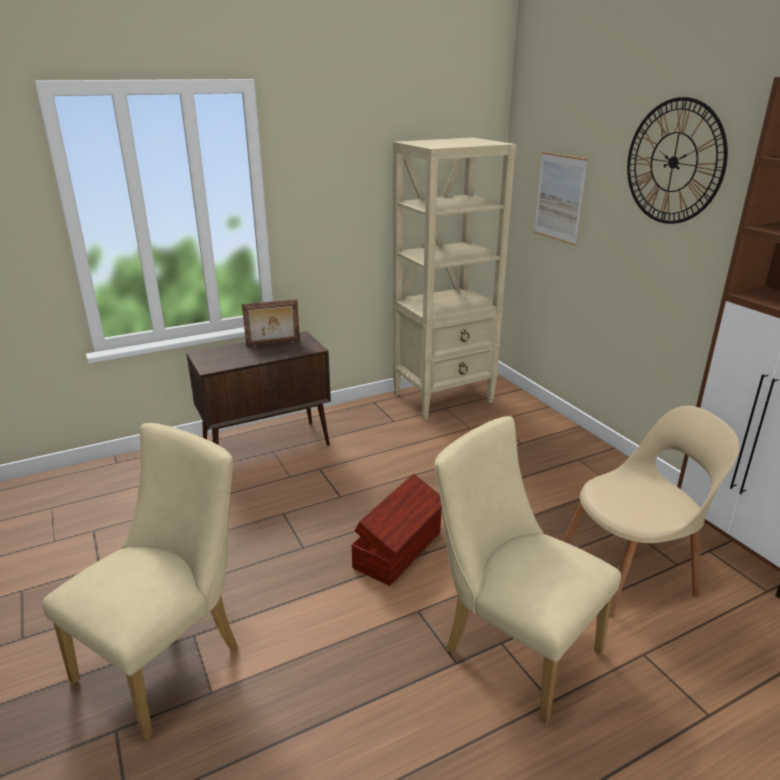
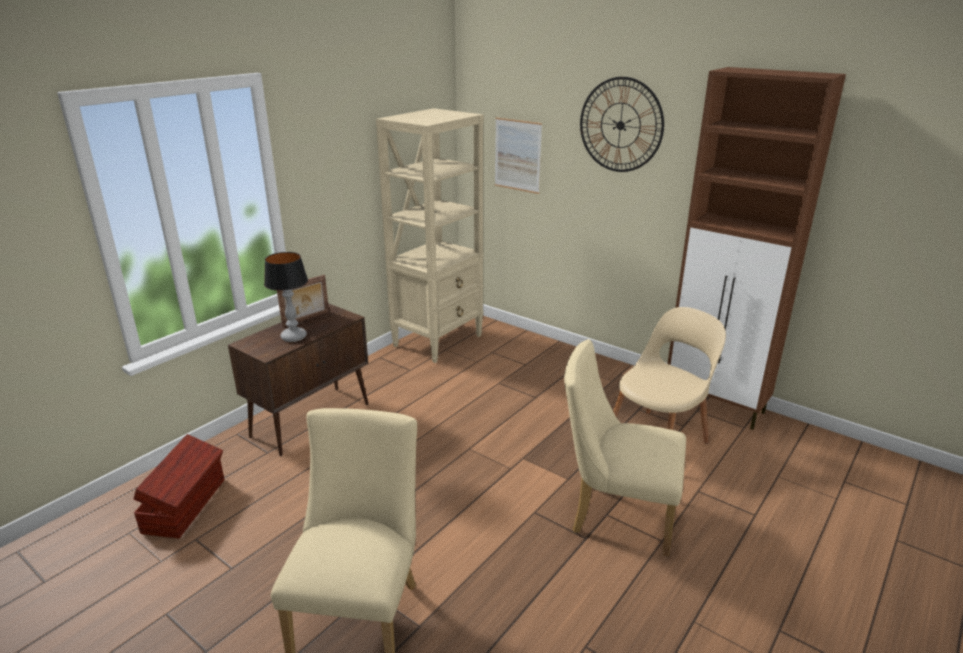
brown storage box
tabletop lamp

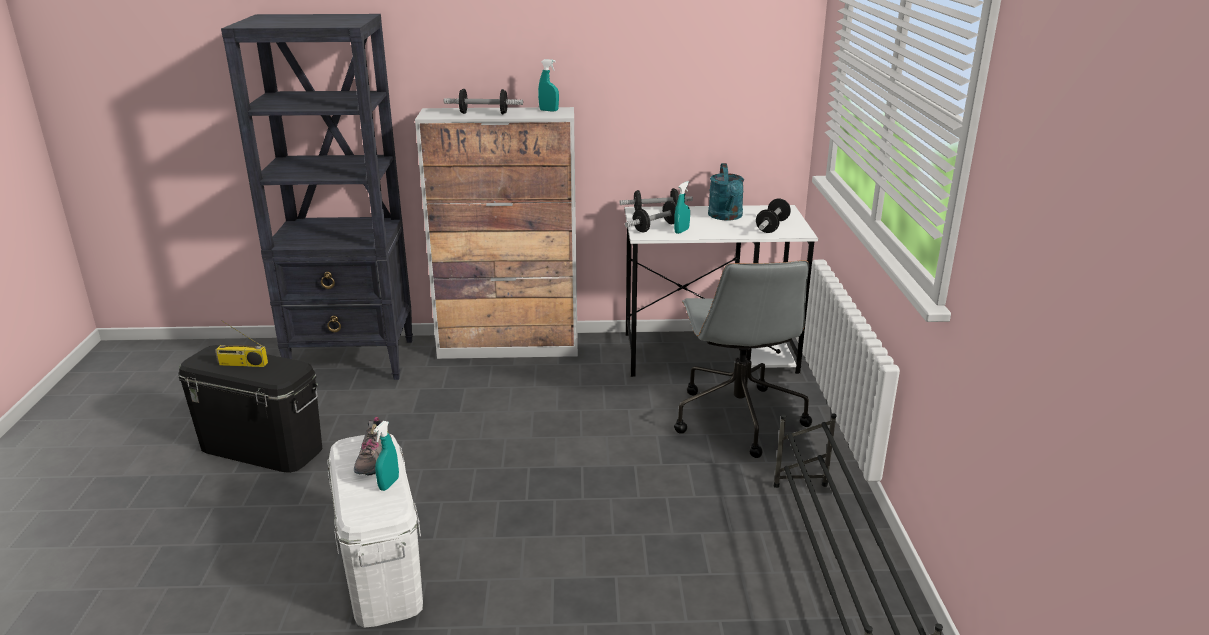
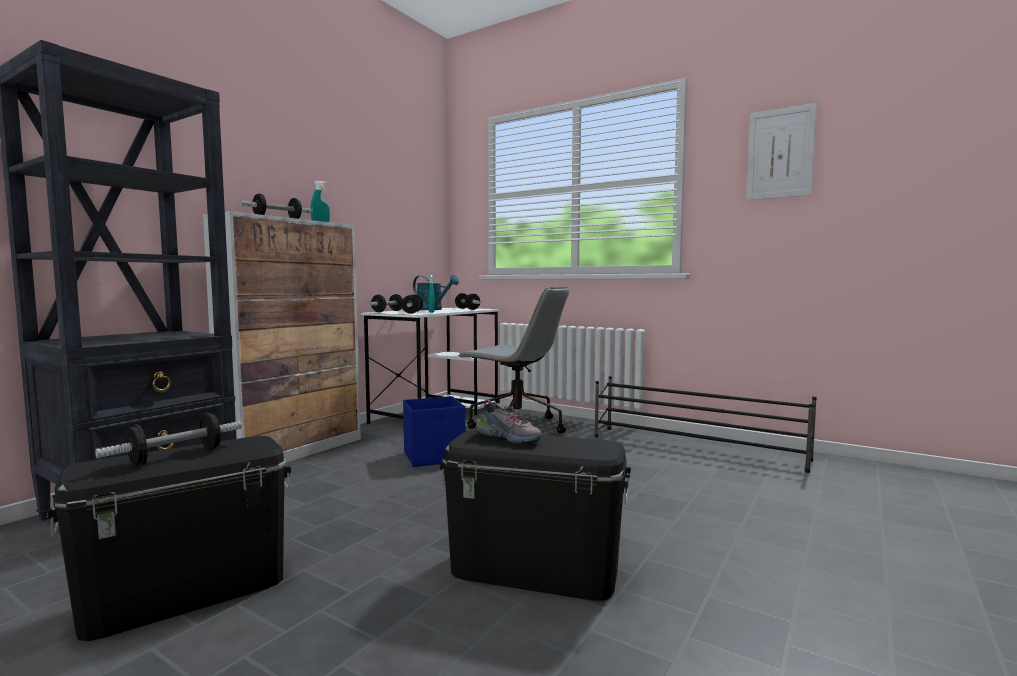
dumbbell (no. 1 from left)
black-coloured storage box (no. 2 from left)
turquoise-coloured spray bottle (no. 1 from left in the first image)
blue storage box
wall picture

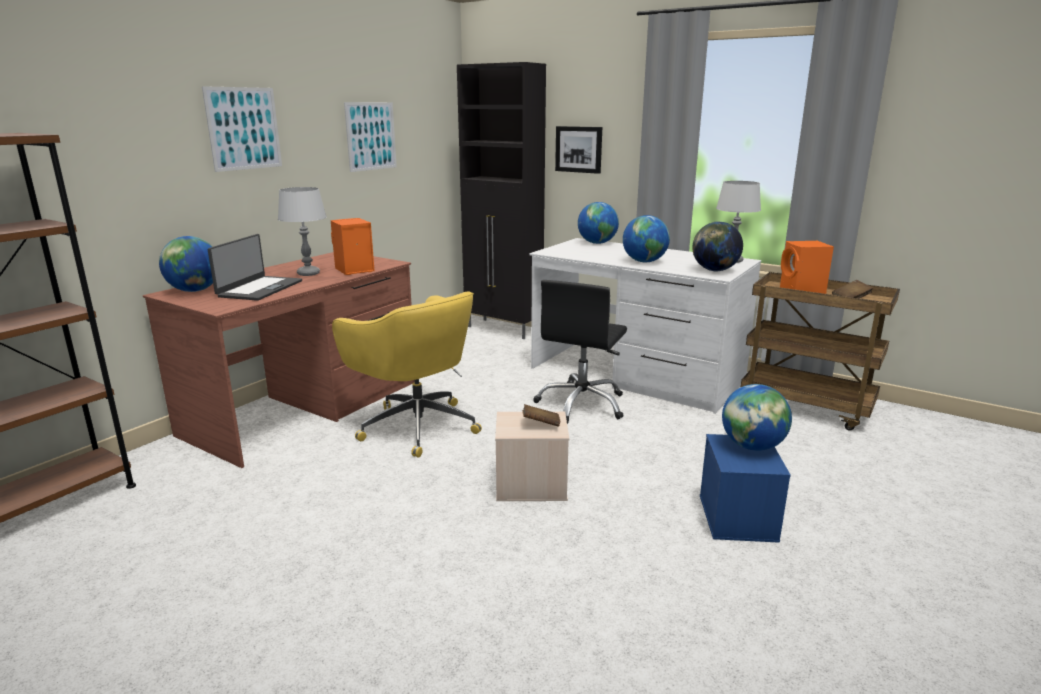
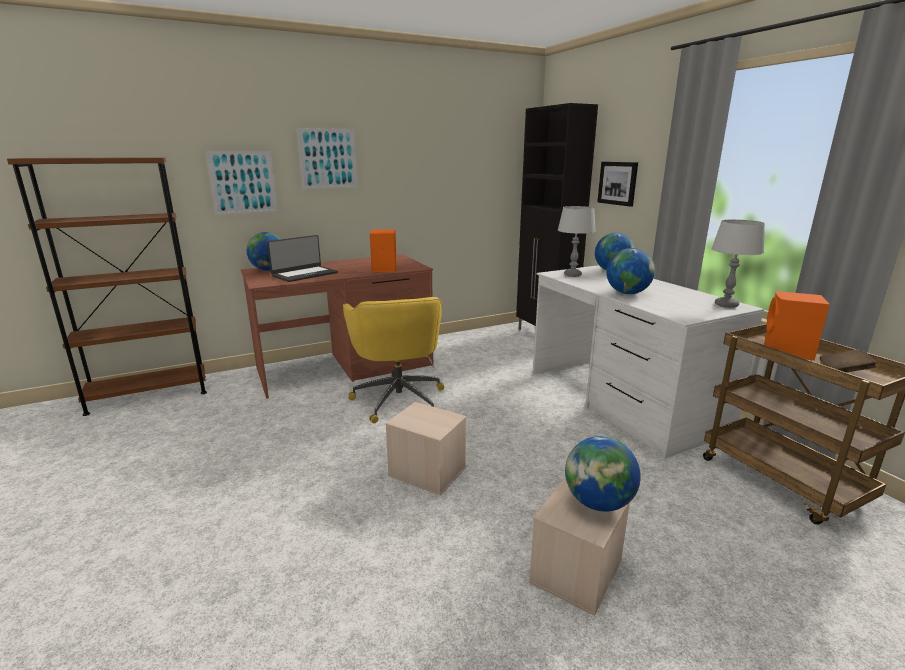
gray tabletop lamp (no. 1 from left)
wall picture (no. 1 from left)
brown volume (no. 1 from left in the first image)
black-coloured desk chair
world globe (no. 4 from left in the first image)
beige-coloured storage box (no. 2 from left)

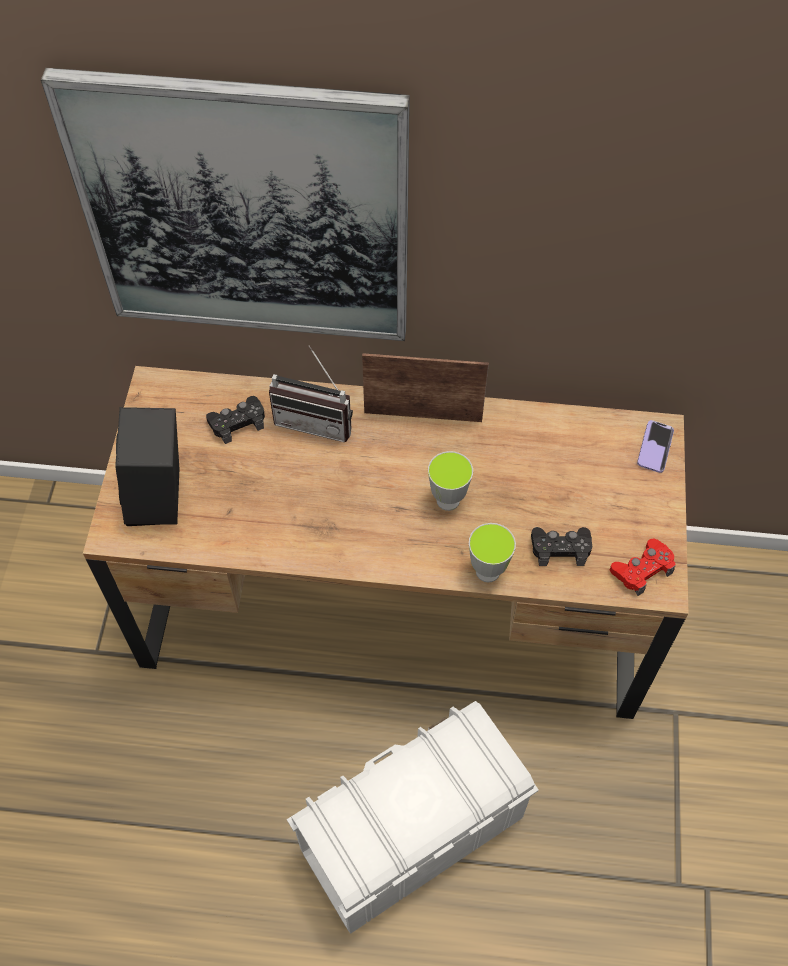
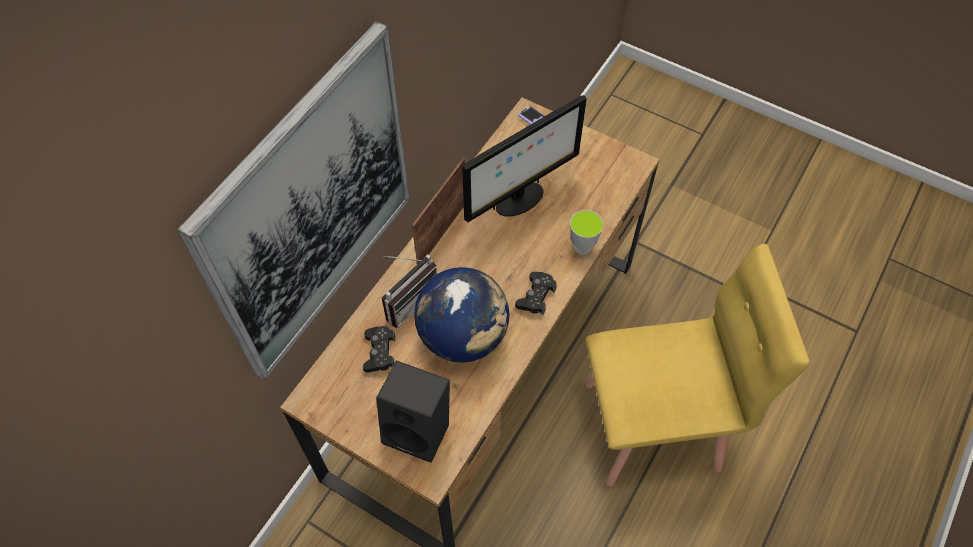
yellow-coloured upright chair
drinking cup (no. 1 from left in the first image)
black-coloured gamepad (no. 2 from left)
reddish gamepad
world globe
computer display

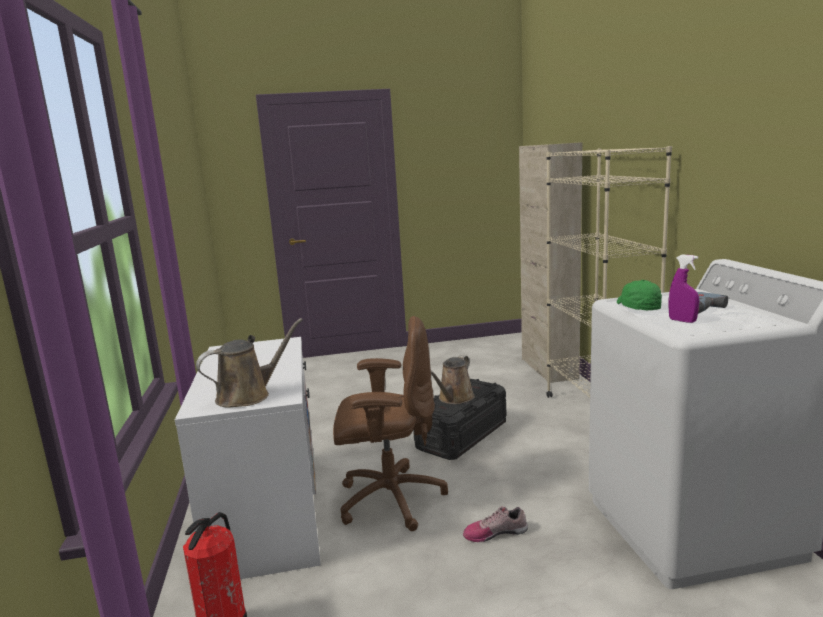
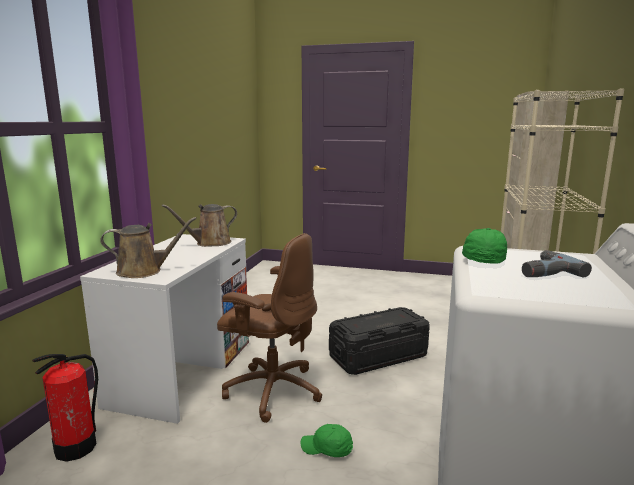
brown watering can (no. 2 from left)
greenish baseball cap (no. 1 from left)
purplish spray bottle

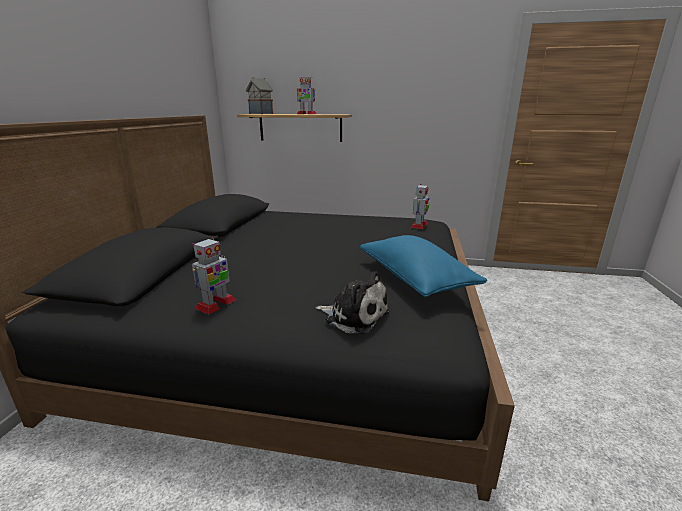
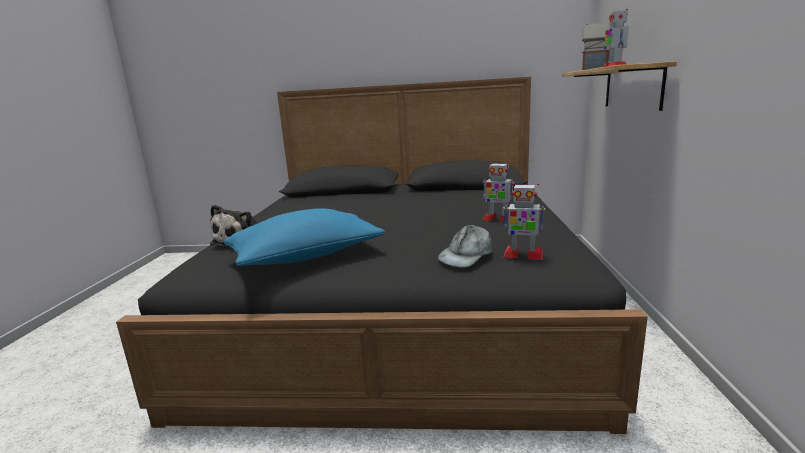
robot figure (no. 1 from left)
gray baseball cap

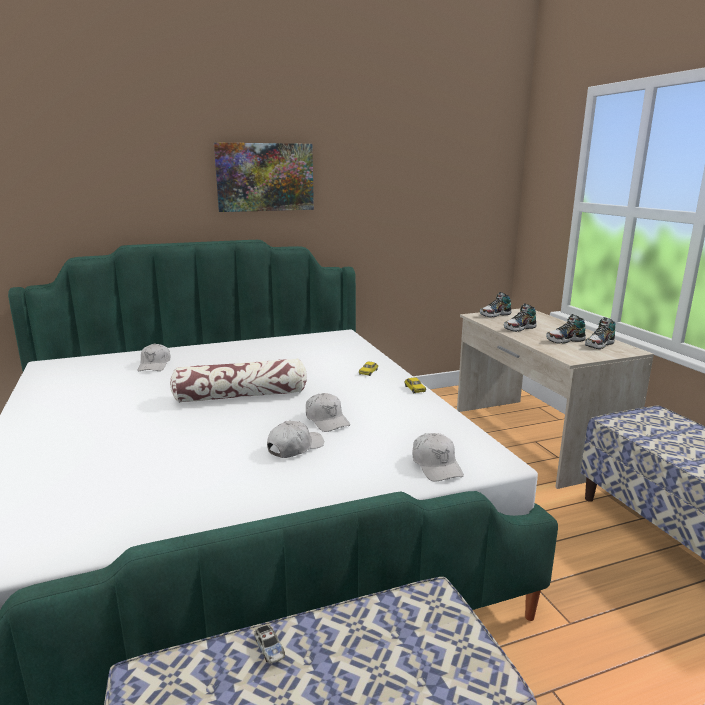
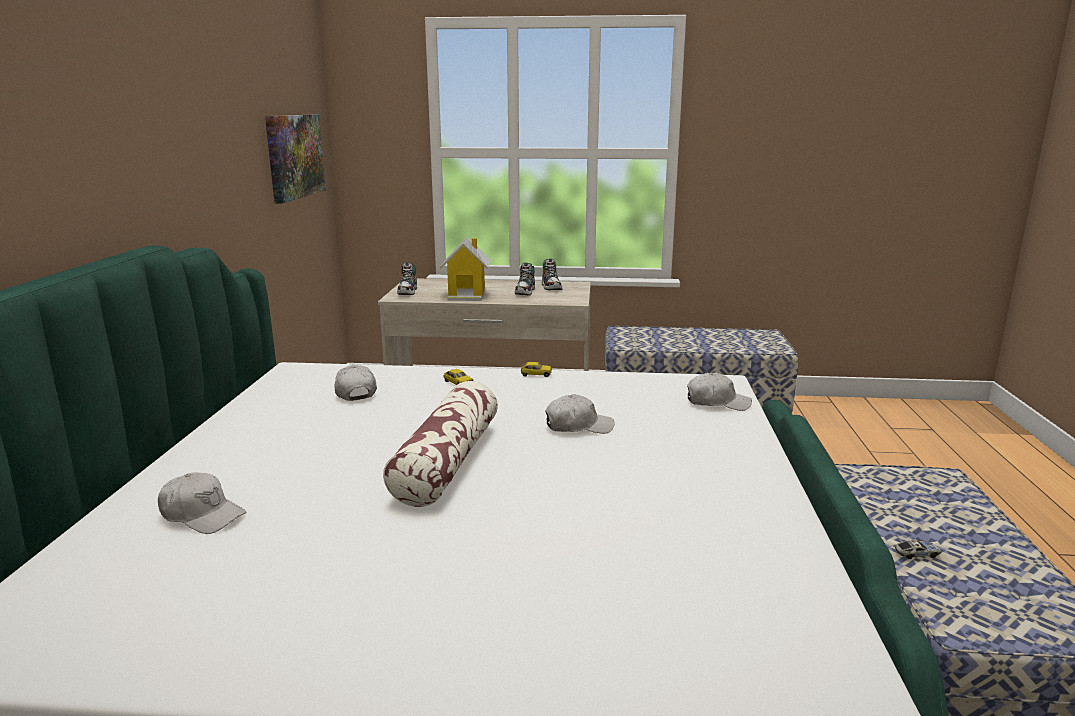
wall picture
whitish baseball cap (no. 2 from left)
toy house

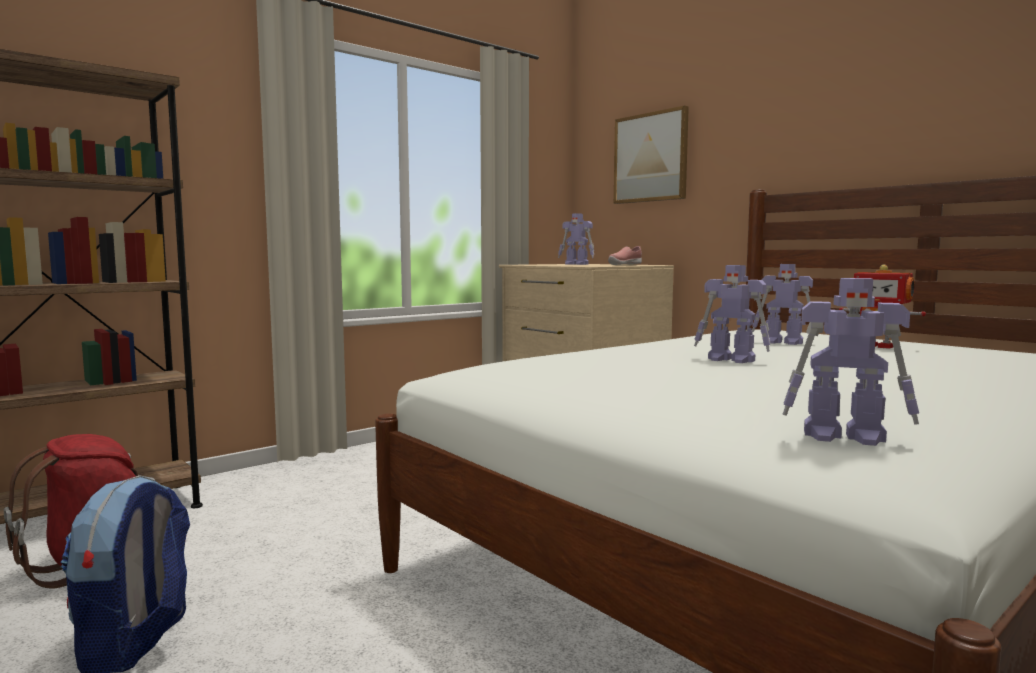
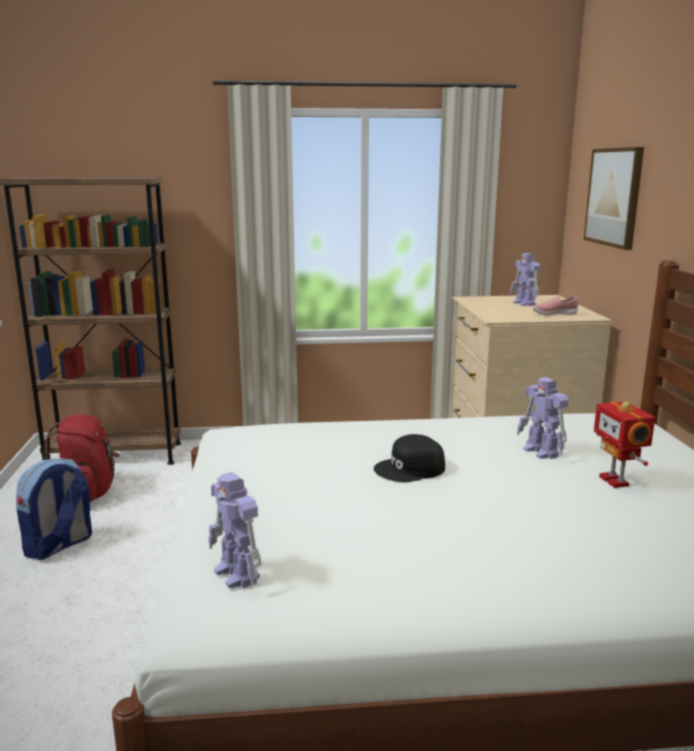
black-coloured baseball cap

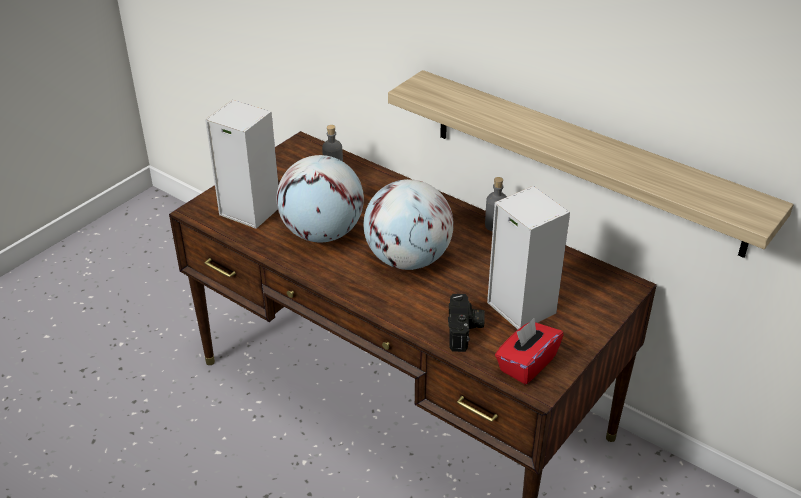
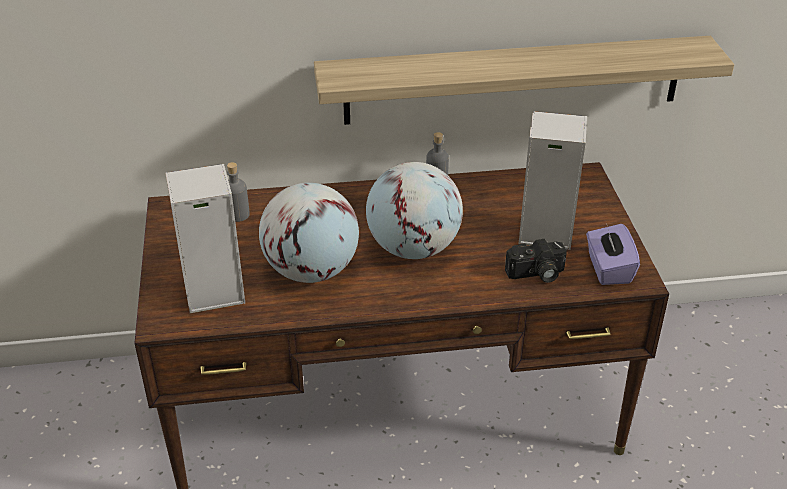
still camera
purplish box of tissues

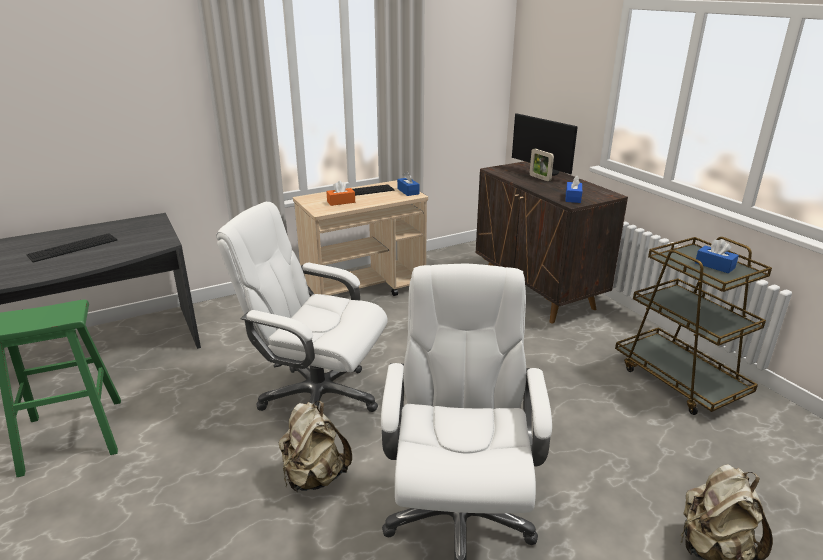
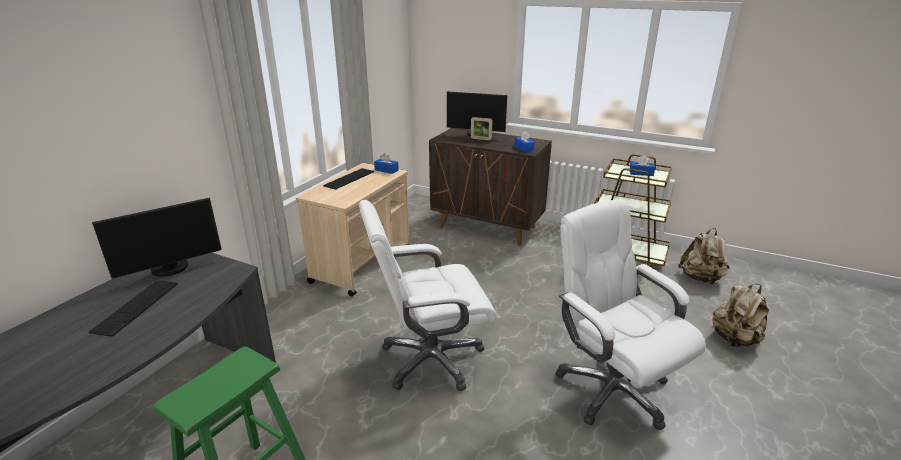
beige-coloured rucksack (no. 1 from left)
orangey box of tissues
computer display (no. 1 from left)

